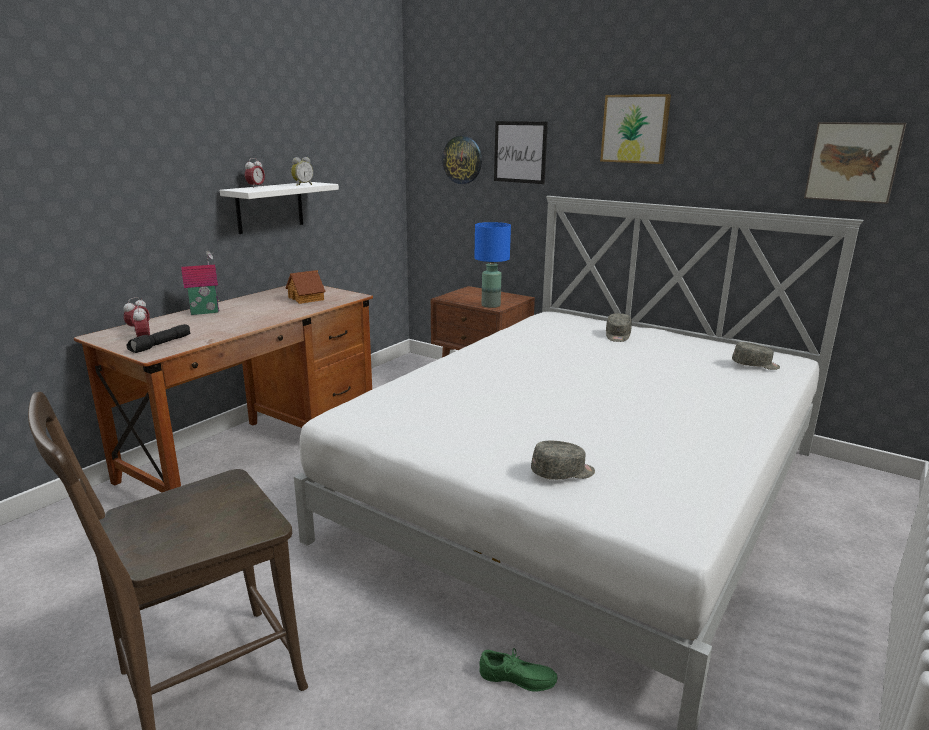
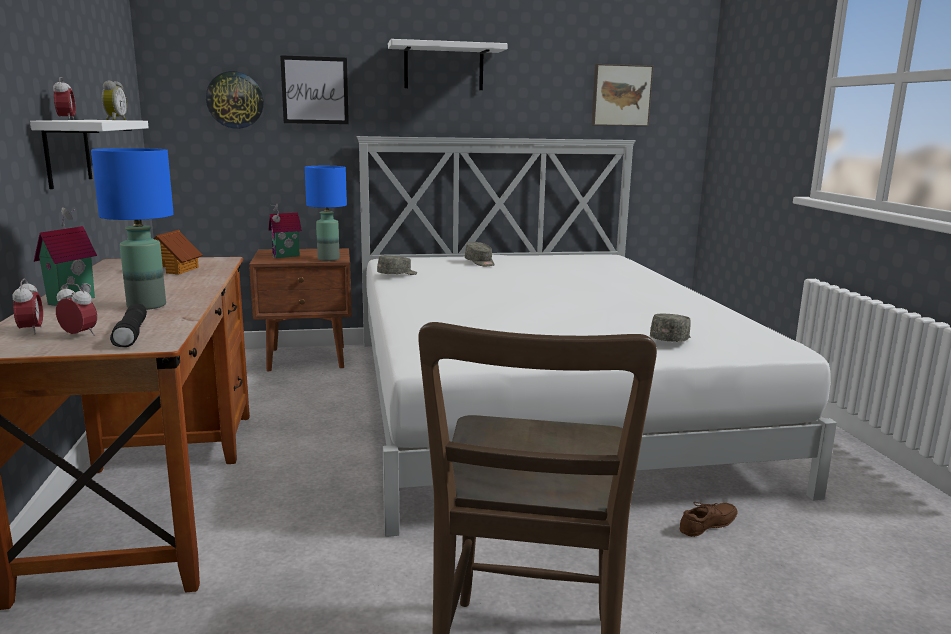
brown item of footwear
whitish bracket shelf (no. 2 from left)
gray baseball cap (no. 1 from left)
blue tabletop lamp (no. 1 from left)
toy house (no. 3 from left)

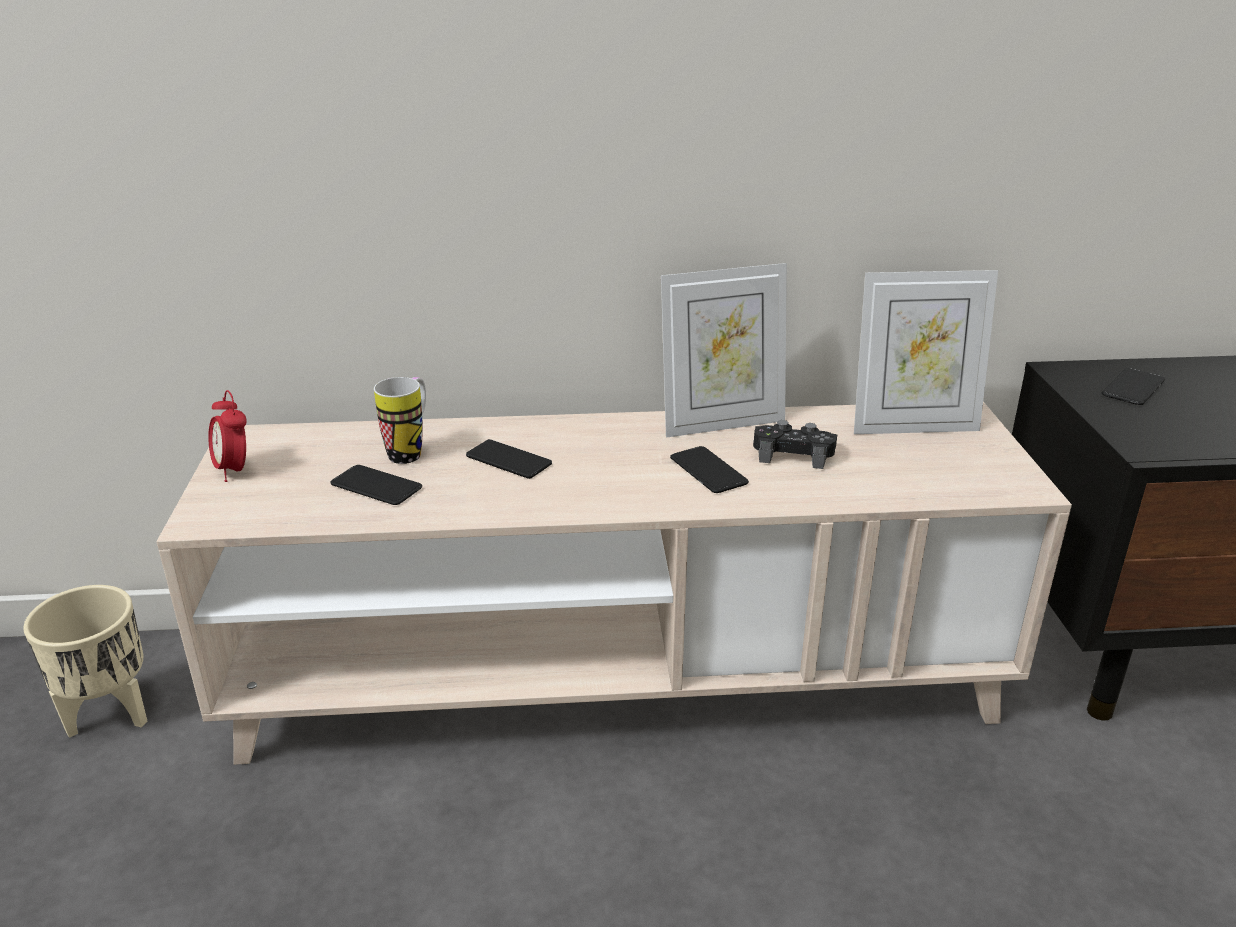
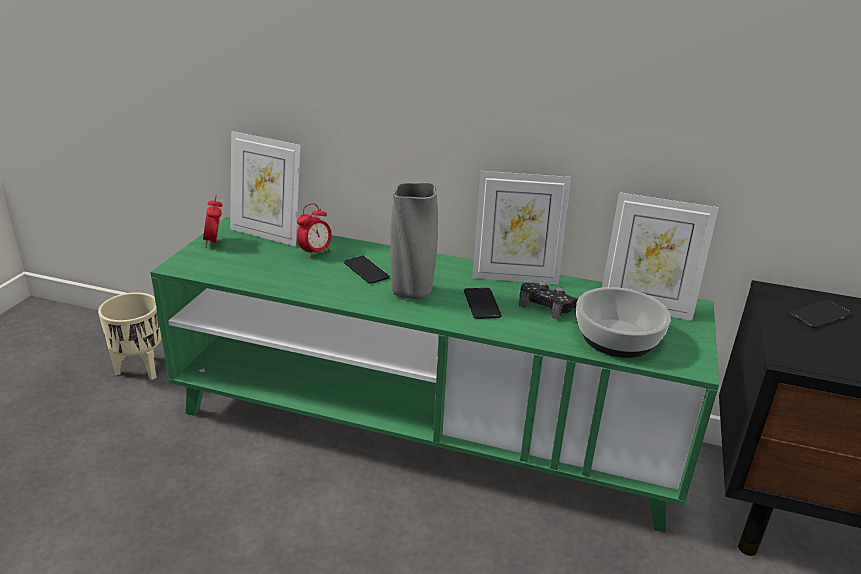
greenish tv unit
phone (no. 1 from left in the first image)
table clock (no. 2 from left)
picture frame (no. 1 from left)
gray decorative vase
deep dish

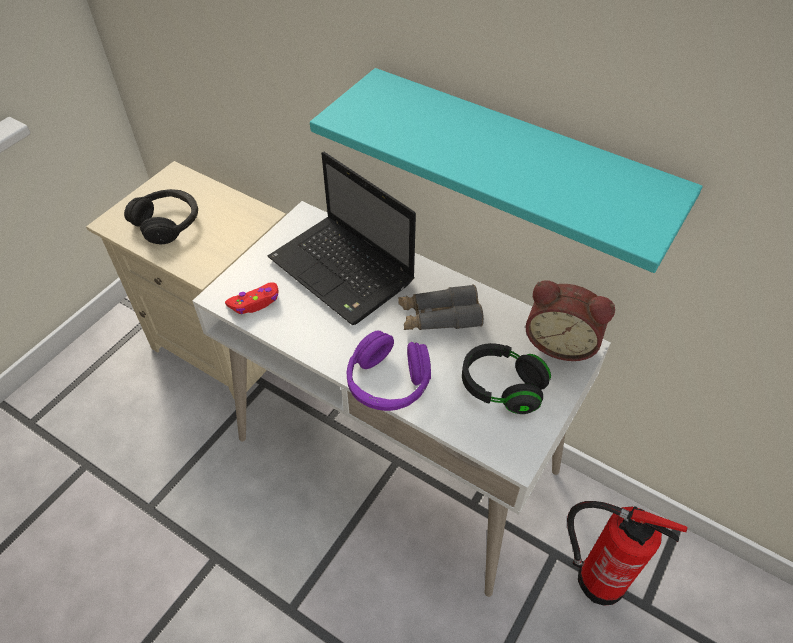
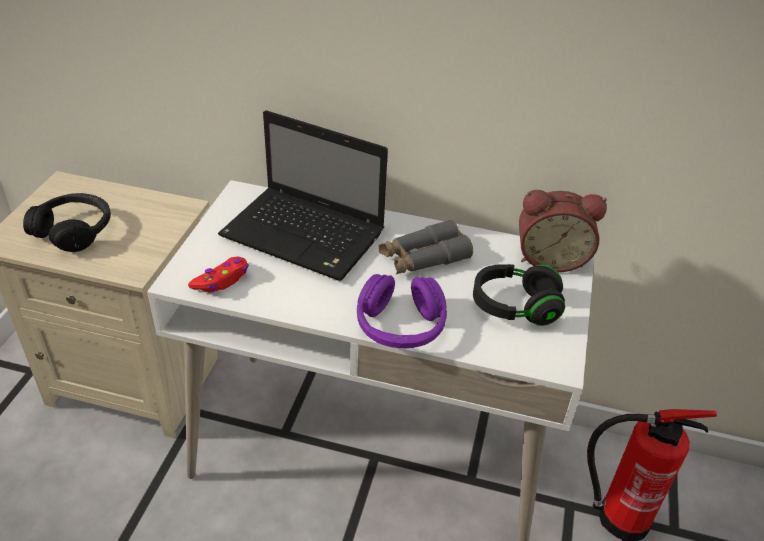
turquoise-coloured bracket shelf

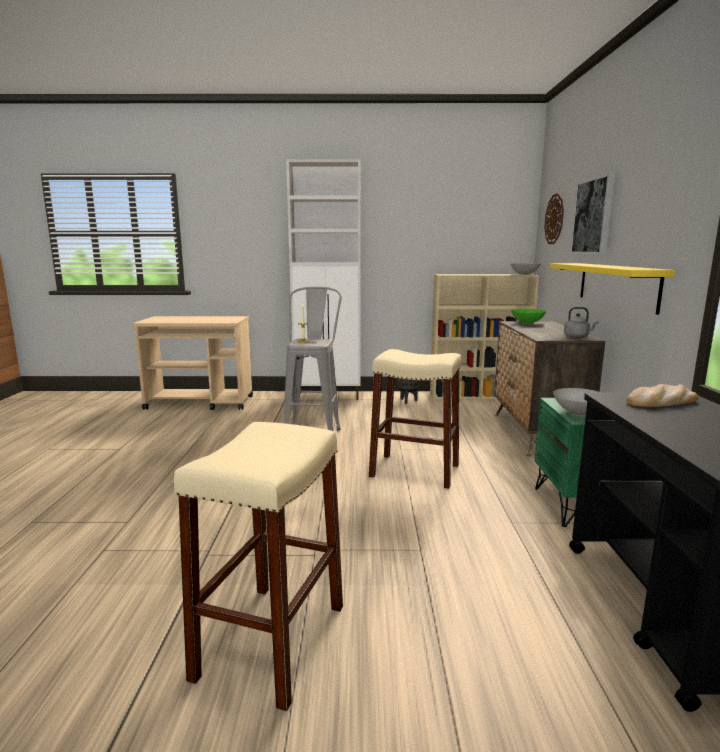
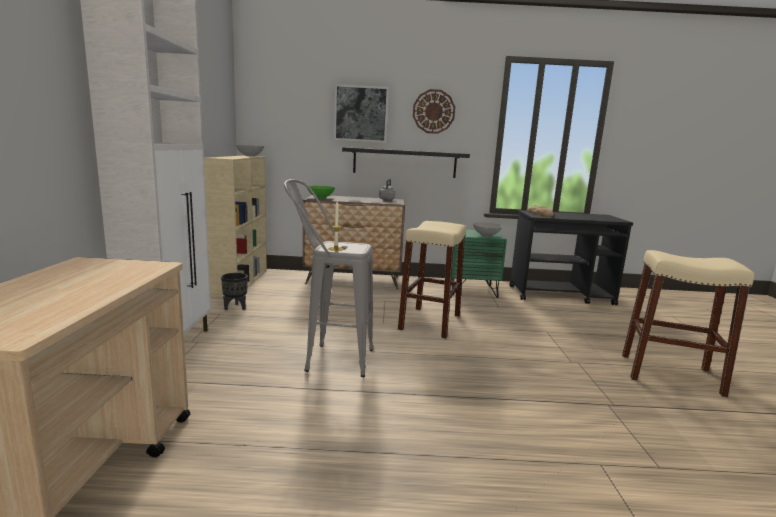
hanging clock
black-coloured bracket shelf

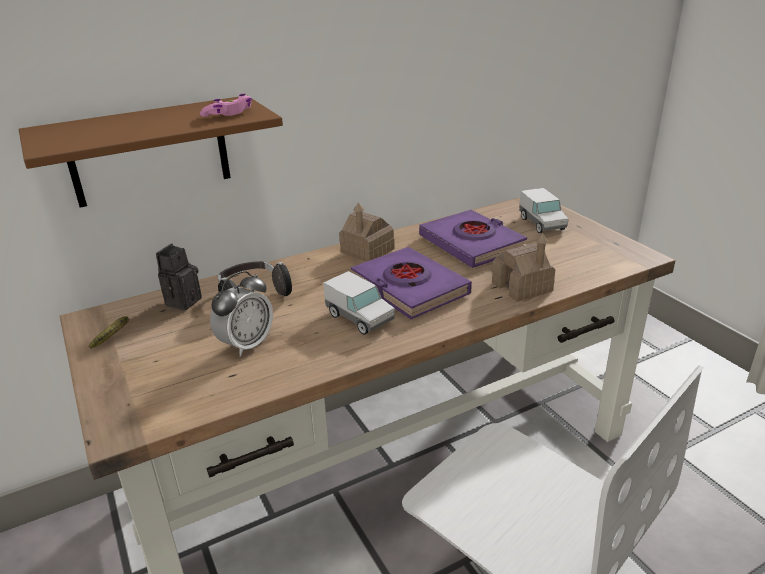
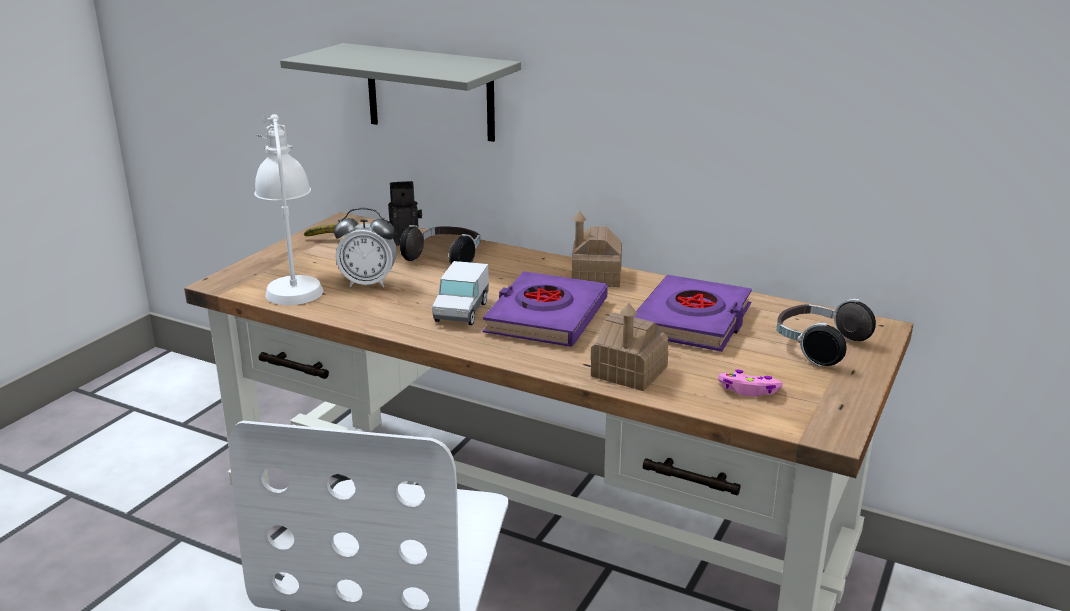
gray bracket shelf
pink gamepad
pair of headphones (no. 2 from left)
whitish tabletop lamp

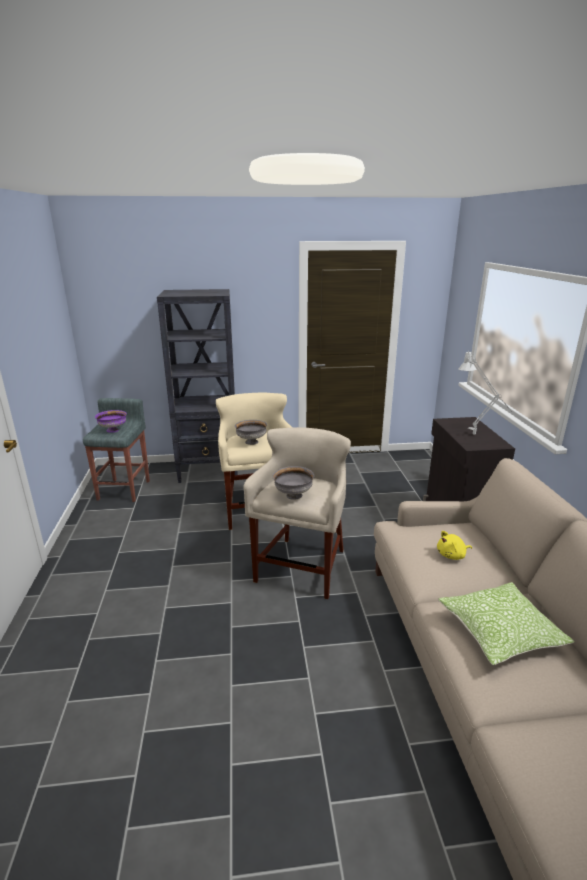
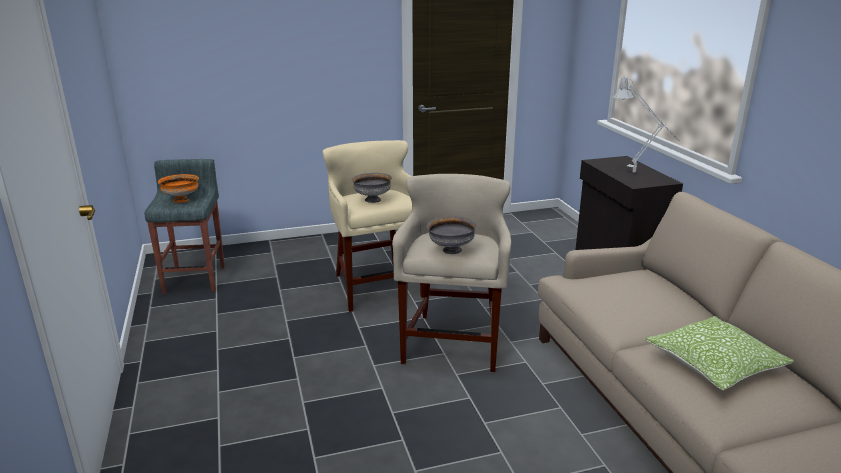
orangey deep dish
black-coloured shelving unit
yellow-coloured plush toy

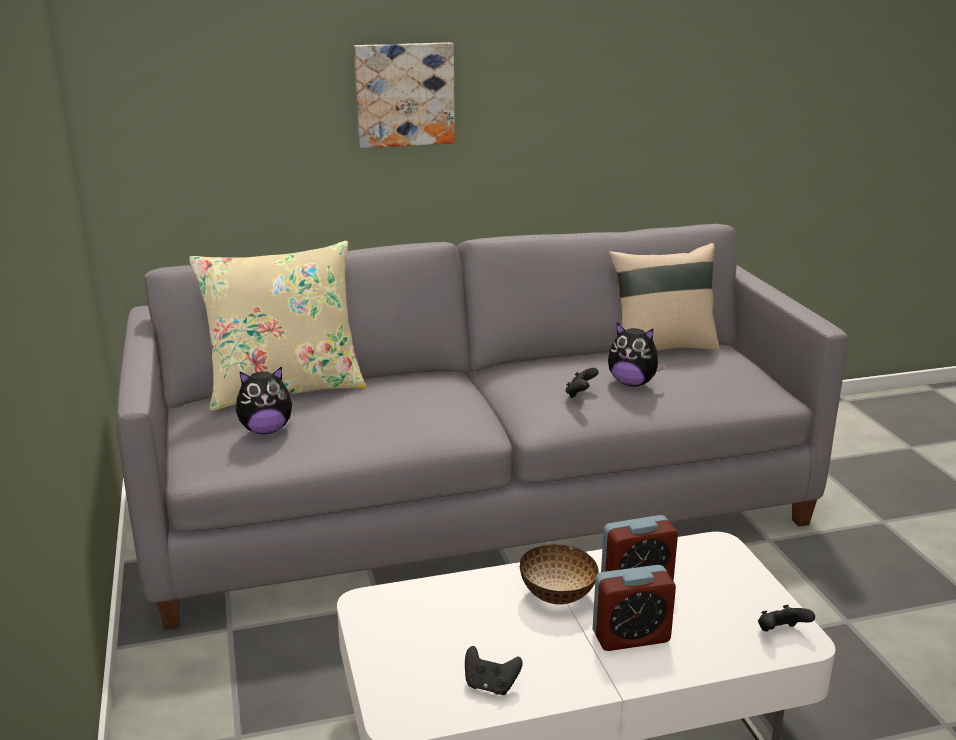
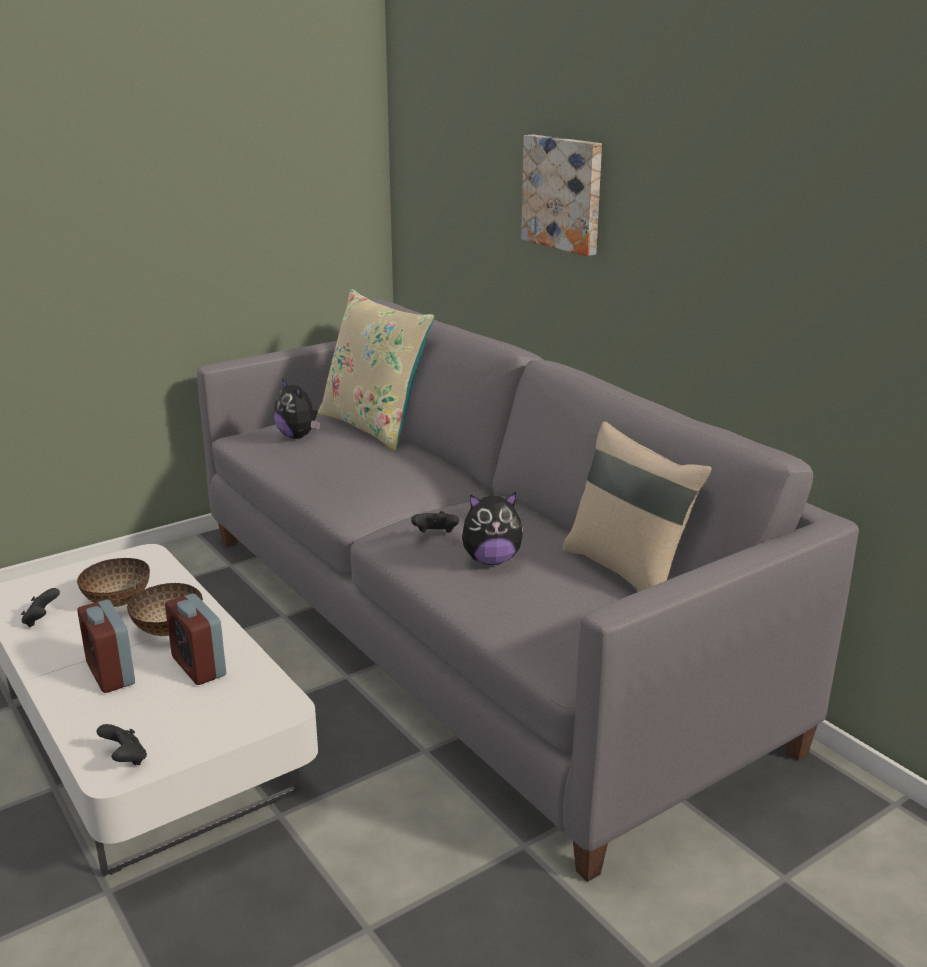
plush toy (no. 2 from left)
deep dish (no. 1 from left)

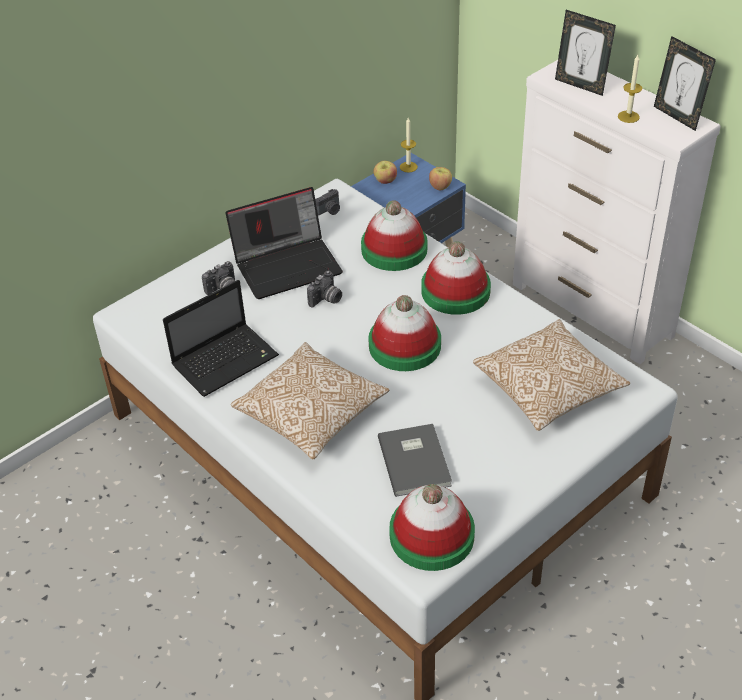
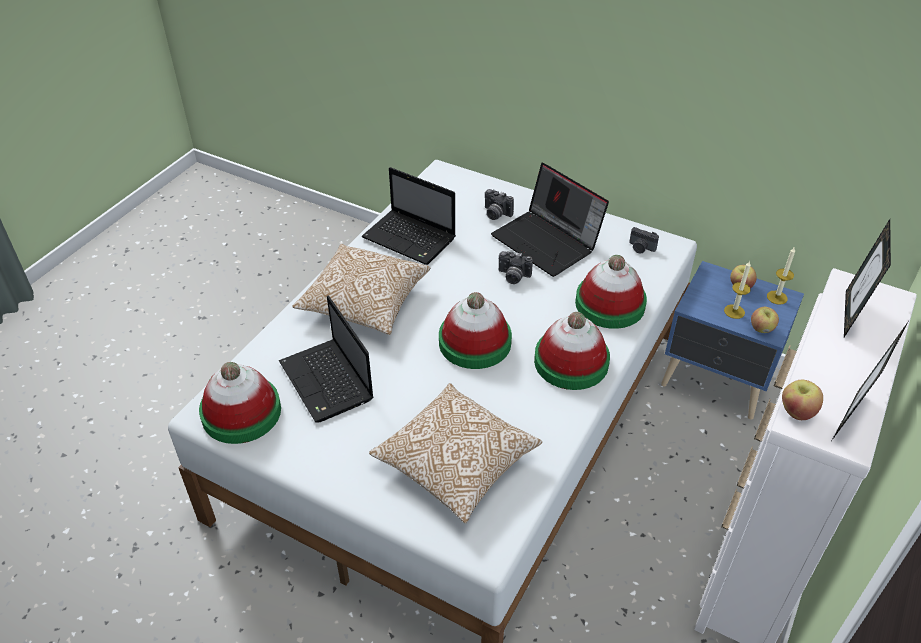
portable computer (no. 1 from left)
wax candle (no. 1 from left)
apple fruit (no. 3 from left)

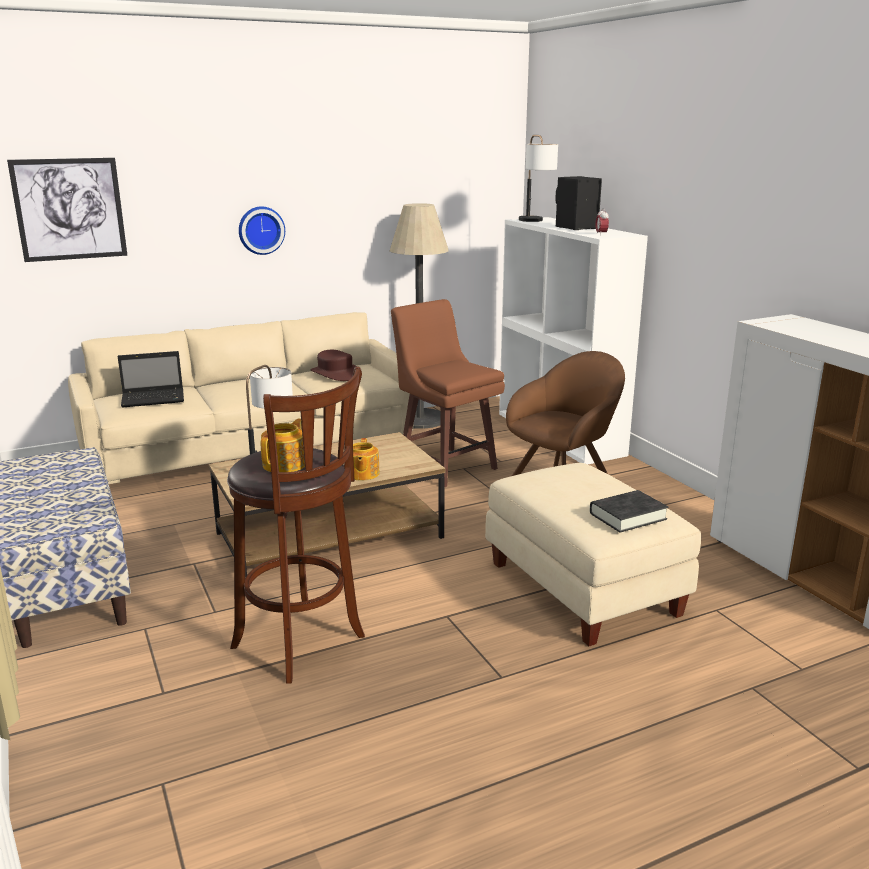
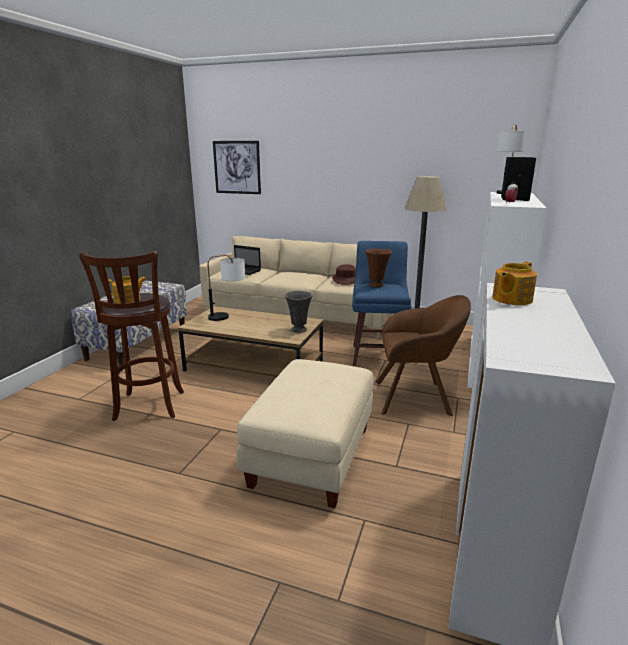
hanging clock
tea pot (no. 2 from left)
blue stool
black-coloured volume
gray decorative vase
brown decorative vase

